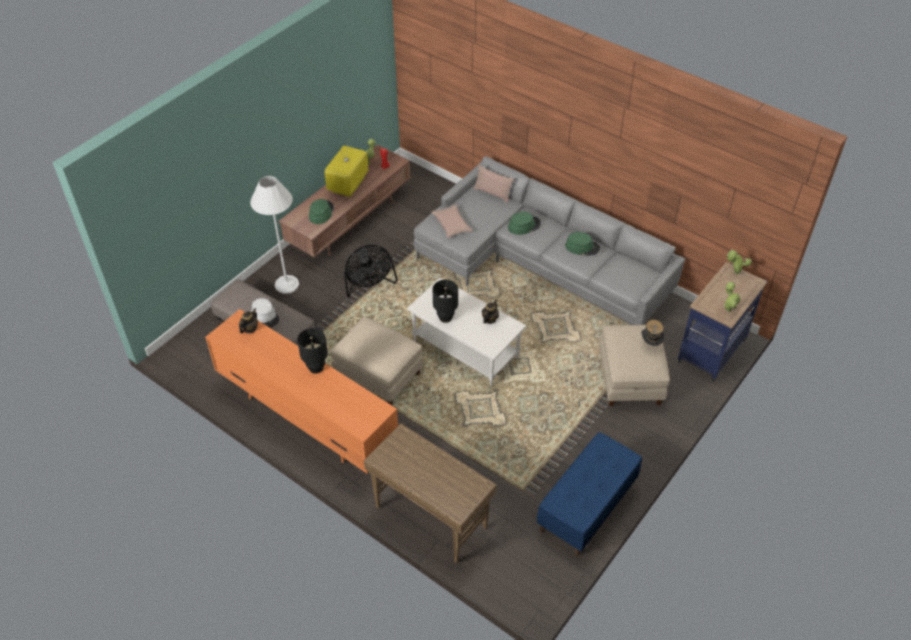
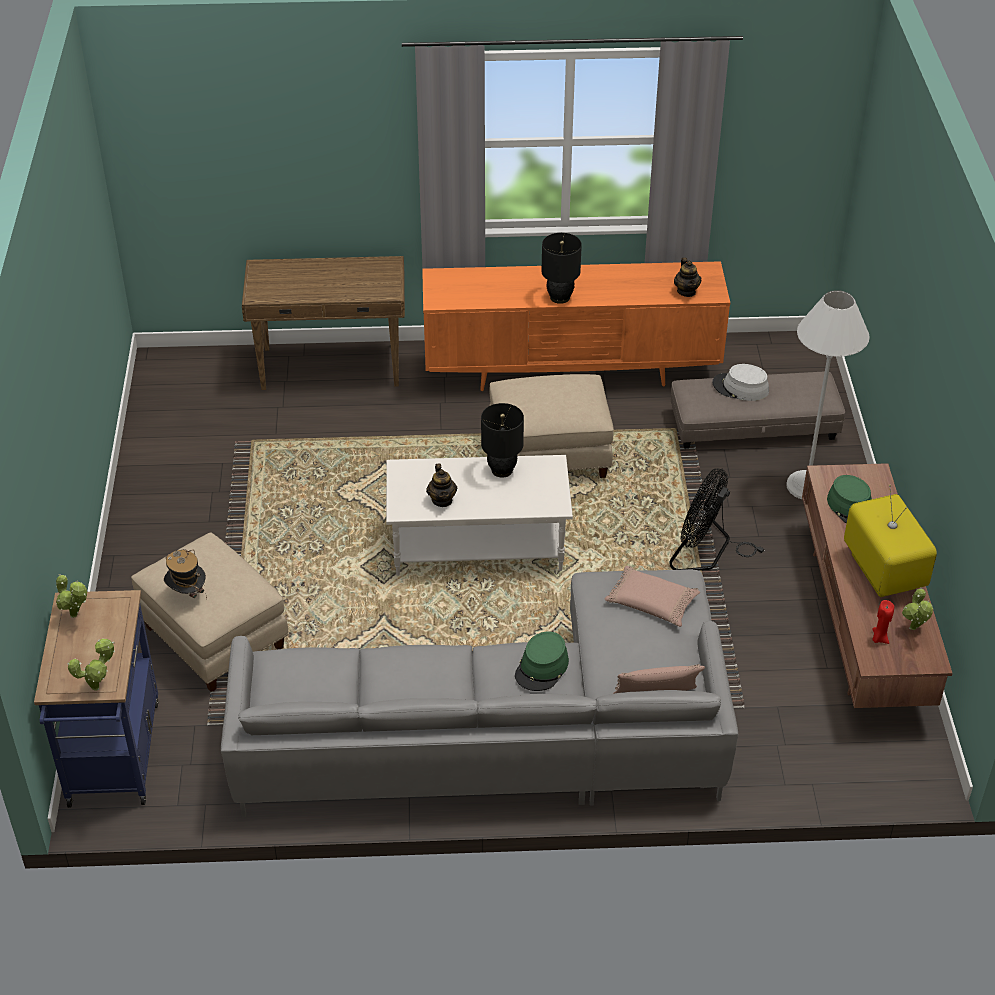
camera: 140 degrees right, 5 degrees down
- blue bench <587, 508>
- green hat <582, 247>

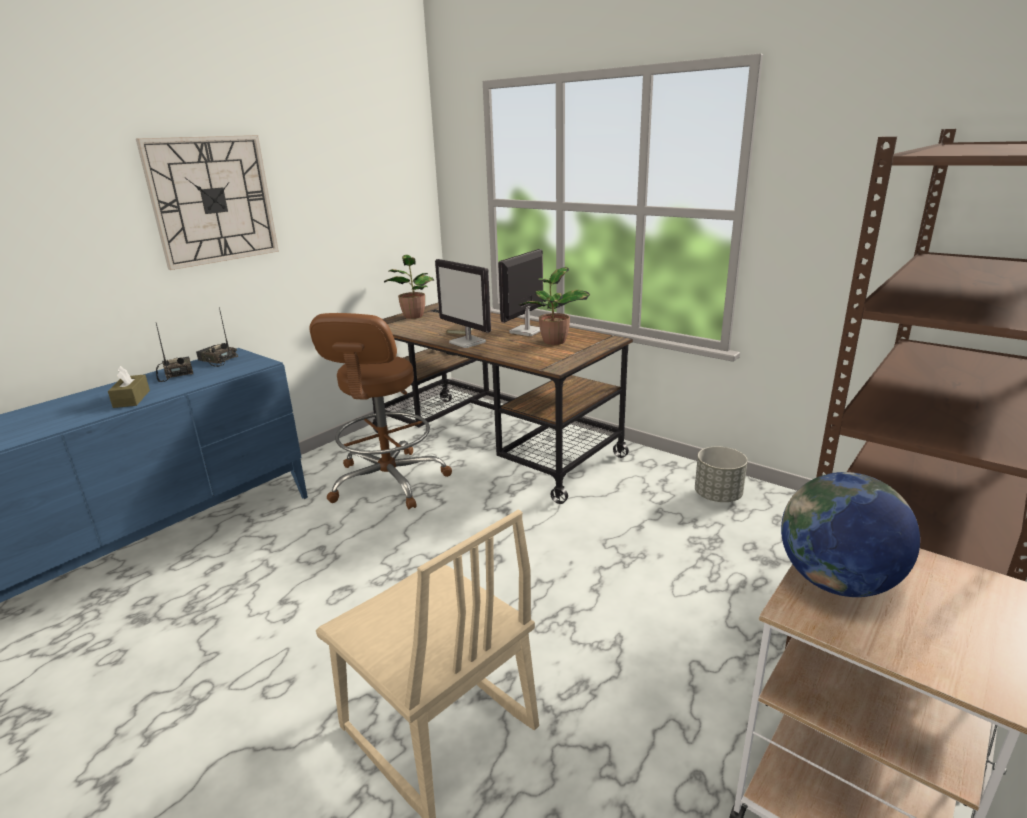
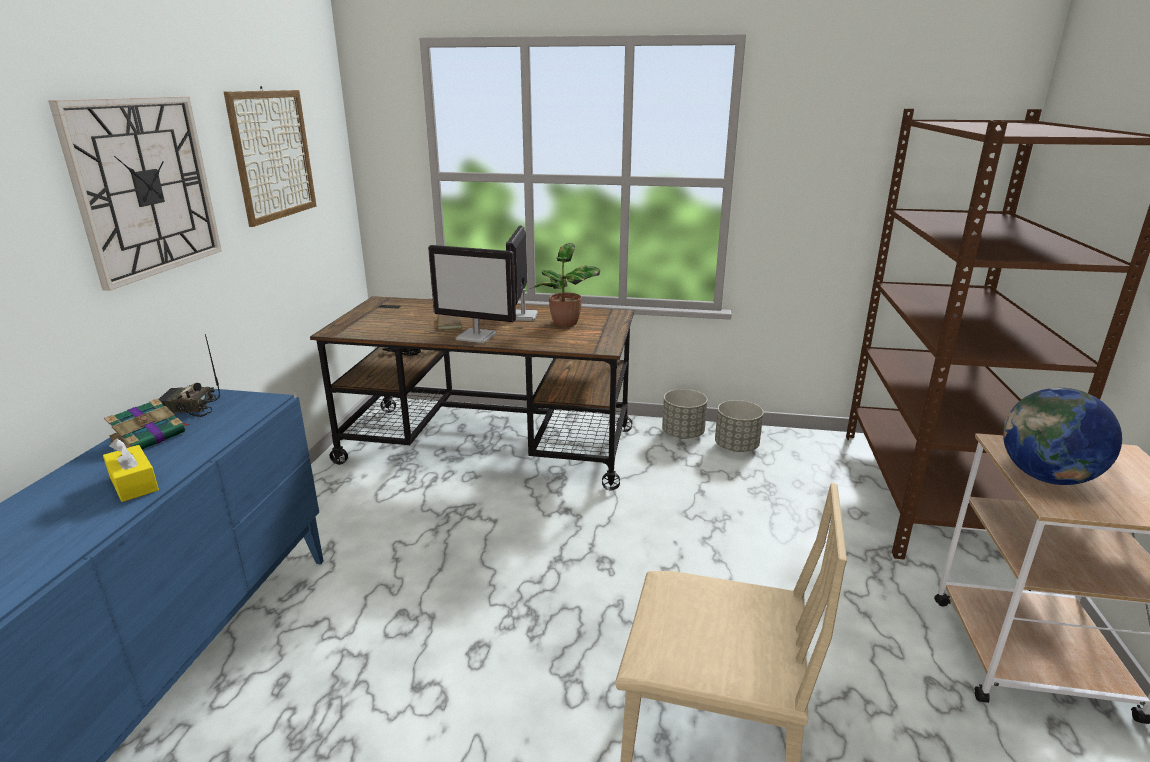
camera: 30 degrees left, 0 degrees up
- brown stool <388, 482>
- potted plant <413, 316>
+ picture <272, 153>
+ grey planter <683, 434>
~ radio <175, 374> to book <150, 437>
~ brown tissue box <132, 399> to yellow tissue box <134, 483>

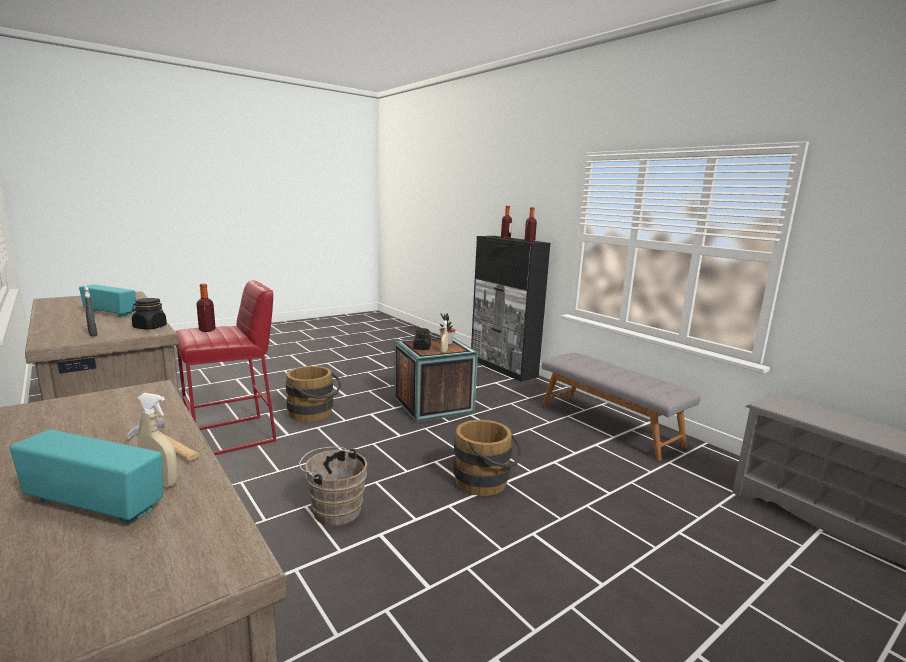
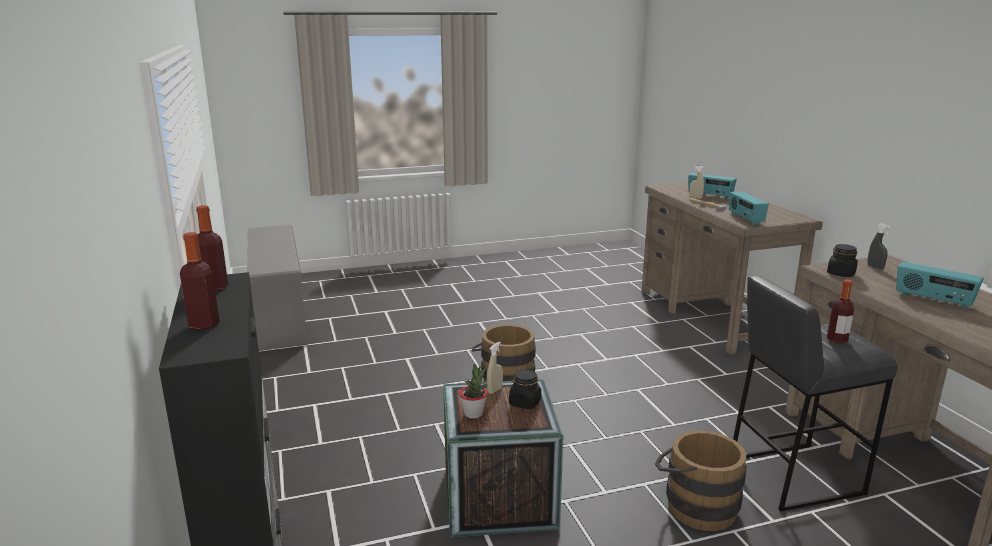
camera: 160 degrees left, 5 degrees up
- brown bucket <334, 509>
- grey bench <609, 424>
+ radio <745, 219>
~ red stool <233, 436> to grey stool <793, 476>

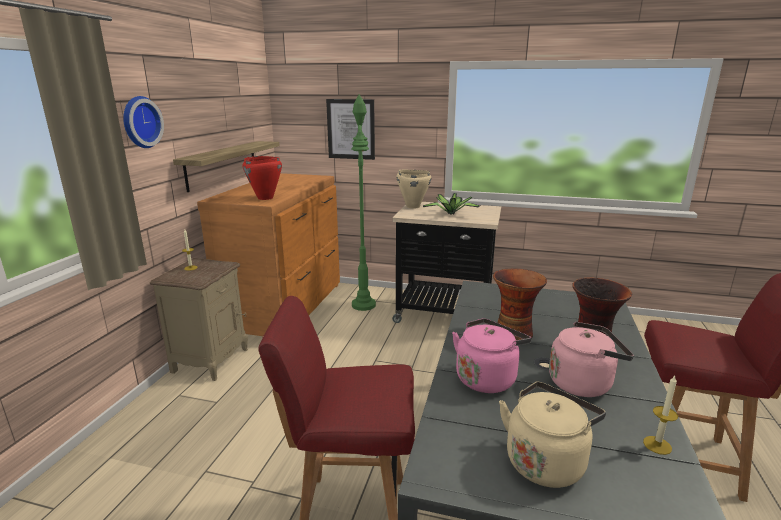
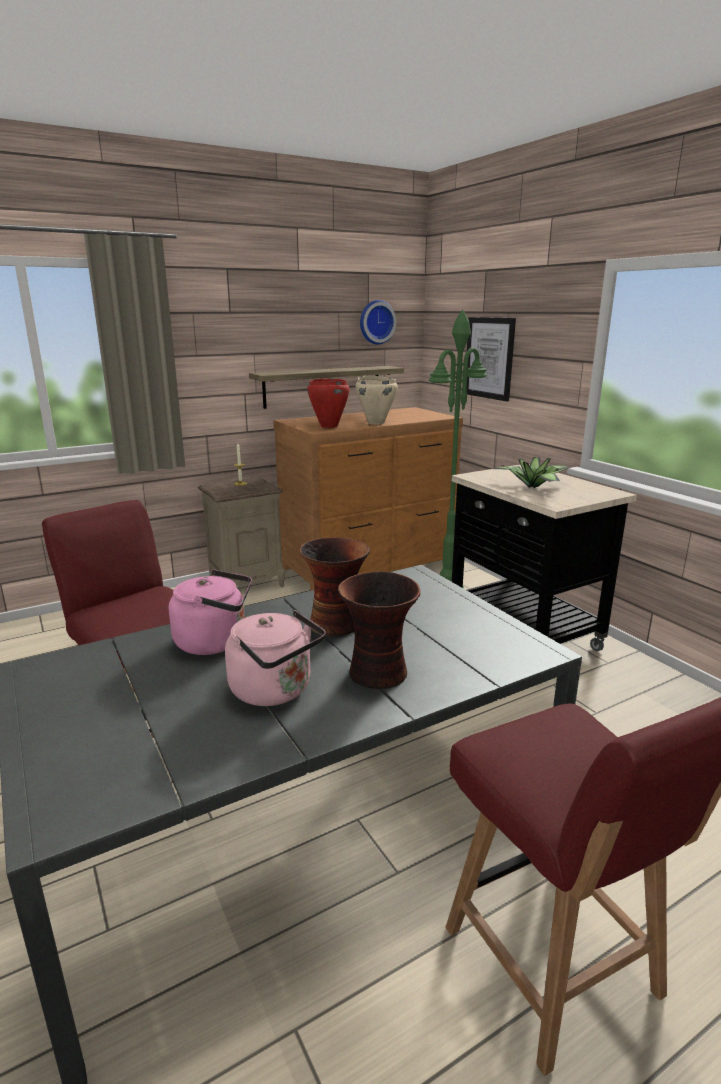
camera: 45 degrees right, 0 degrees up
- beige kettle <546, 460>
- candle <657, 445>
~ wall clock <139, 122> to <376, 322>
~ beige cooking pot <412, 206> to <376, 423>

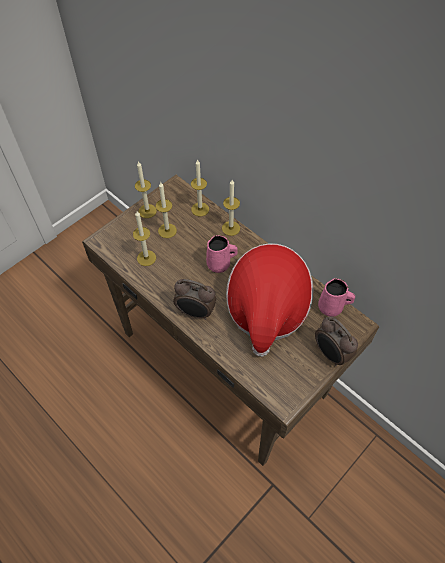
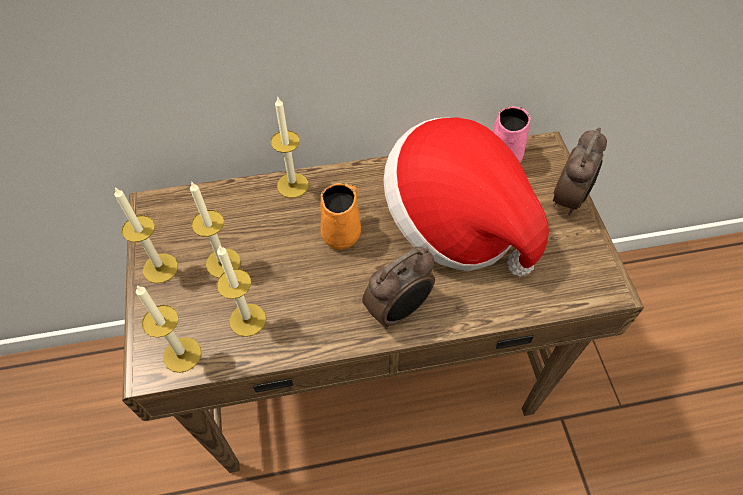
camera: 55 degrees left, 0 degrees up
~ candle <200, 209> to <182, 354>
~ pink mug <220, 265> to orange mug <342, 233>
~ alarm clock <330, 354> = <569, 198> 60 degrees counterclockwise

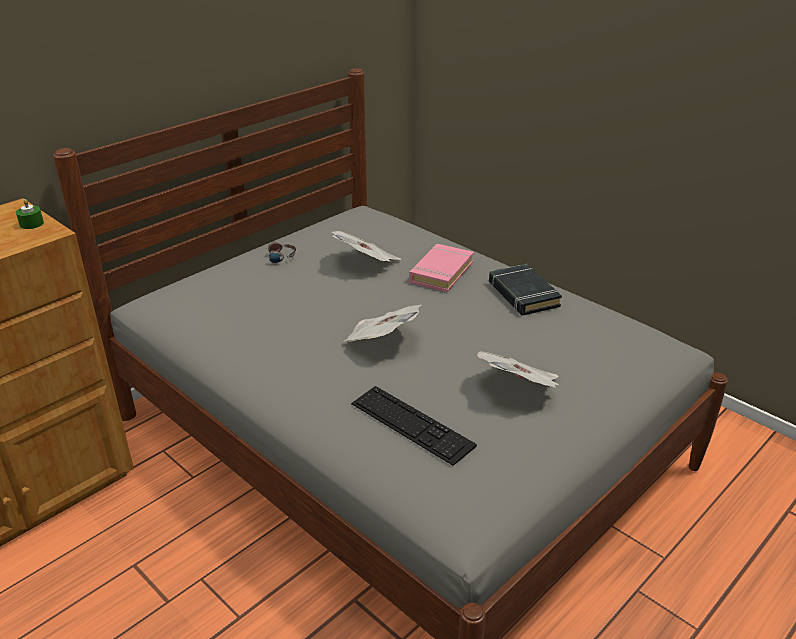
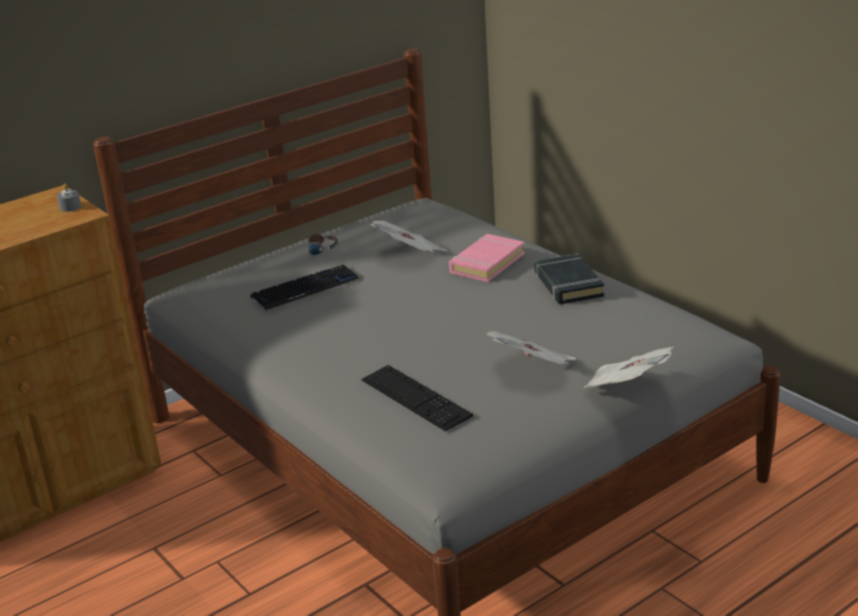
camera: 10 degrees right, 5 degrees down
+ keyboard <305, 289>
~ newspaper <382, 340> to <627, 388>
~ green candle <31, 224> to grey candle <70, 207>

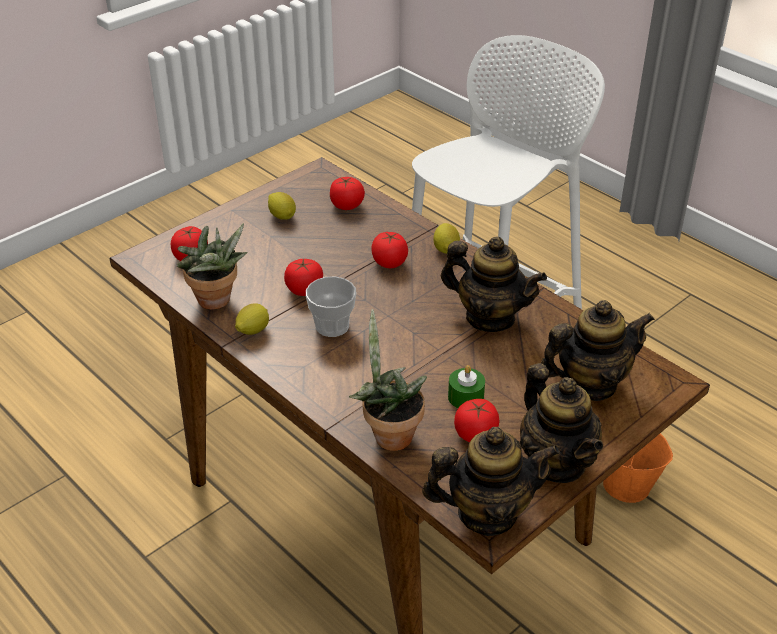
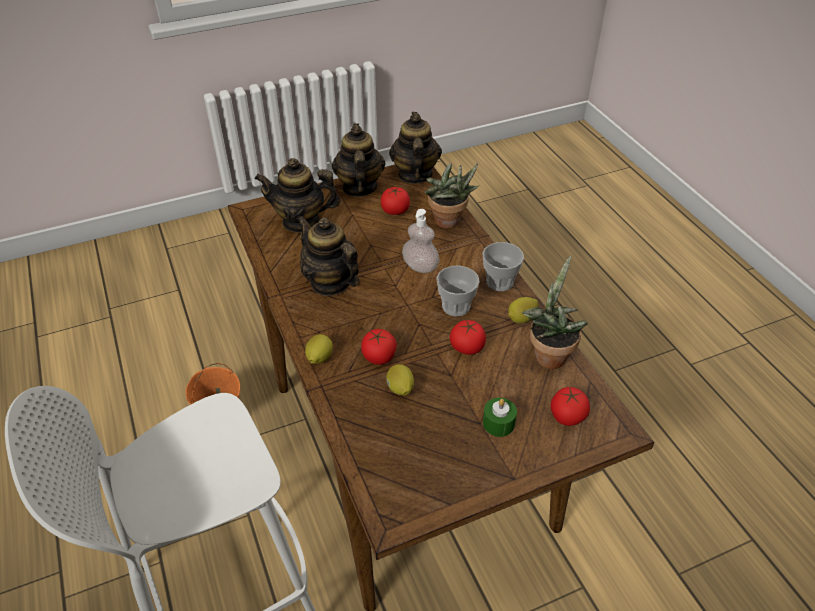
camera: 160 degrees left, 5 degrees up
- tomato <347, 205>
+ soap dispenser <420, 266>
+ cup <499, 282>
~ lemon <282, 216> to <400, 389>
~ green candle <465, 397> to <498, 423>
~ teapot <487, 513> = <414, 174> 75 degrees clockwise

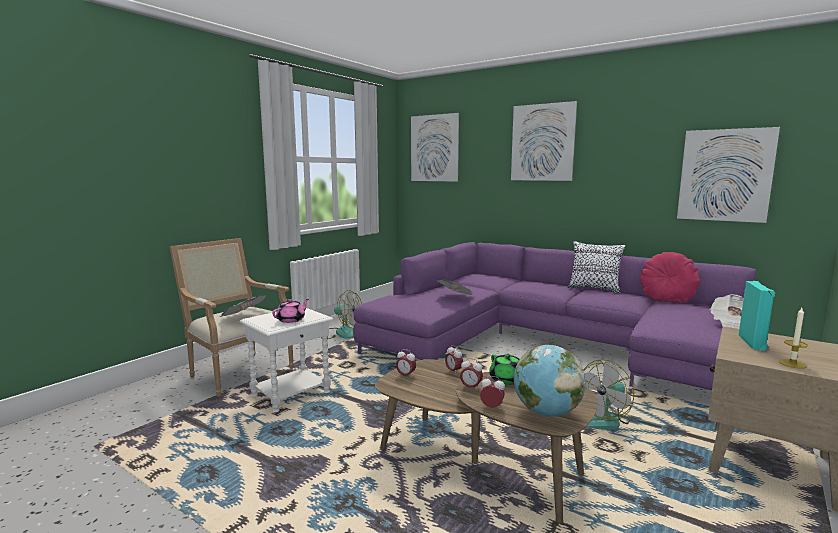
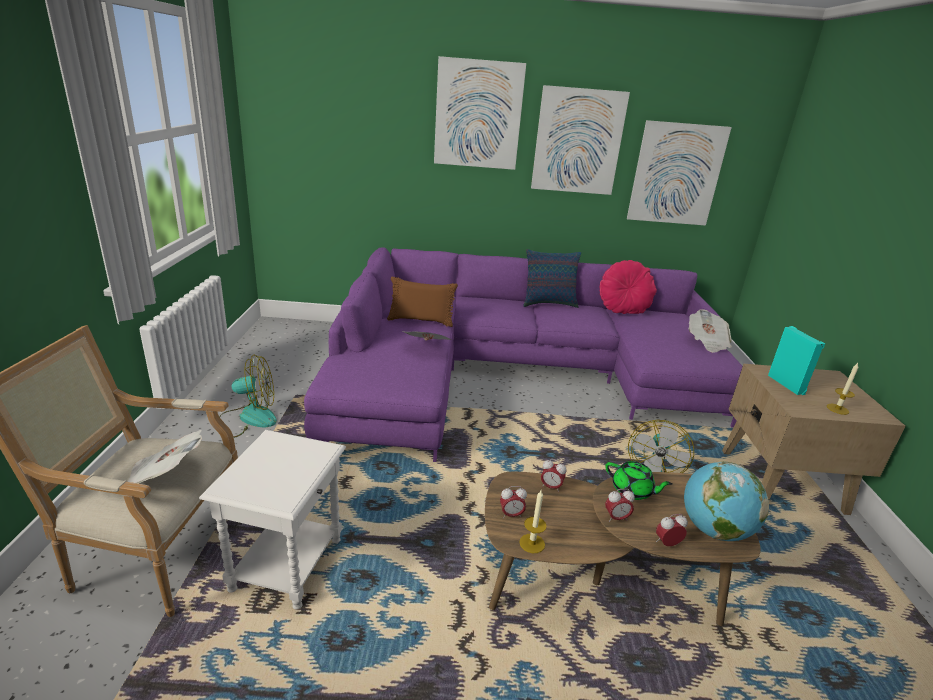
camera: 35 degrees left, 15 degrees up
- pink teapot <291, 320>
+ brown pillow <421, 321>
+ candle <532, 543>
~ picture <434, 148> to <578, 141>
~ white pillow <594, 289> to blue pillow <549, 304>

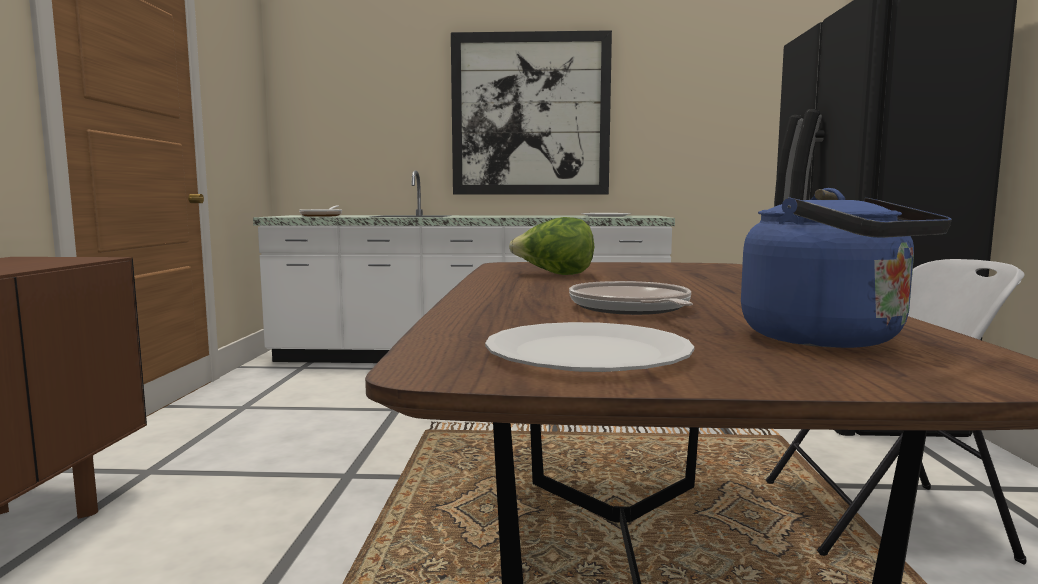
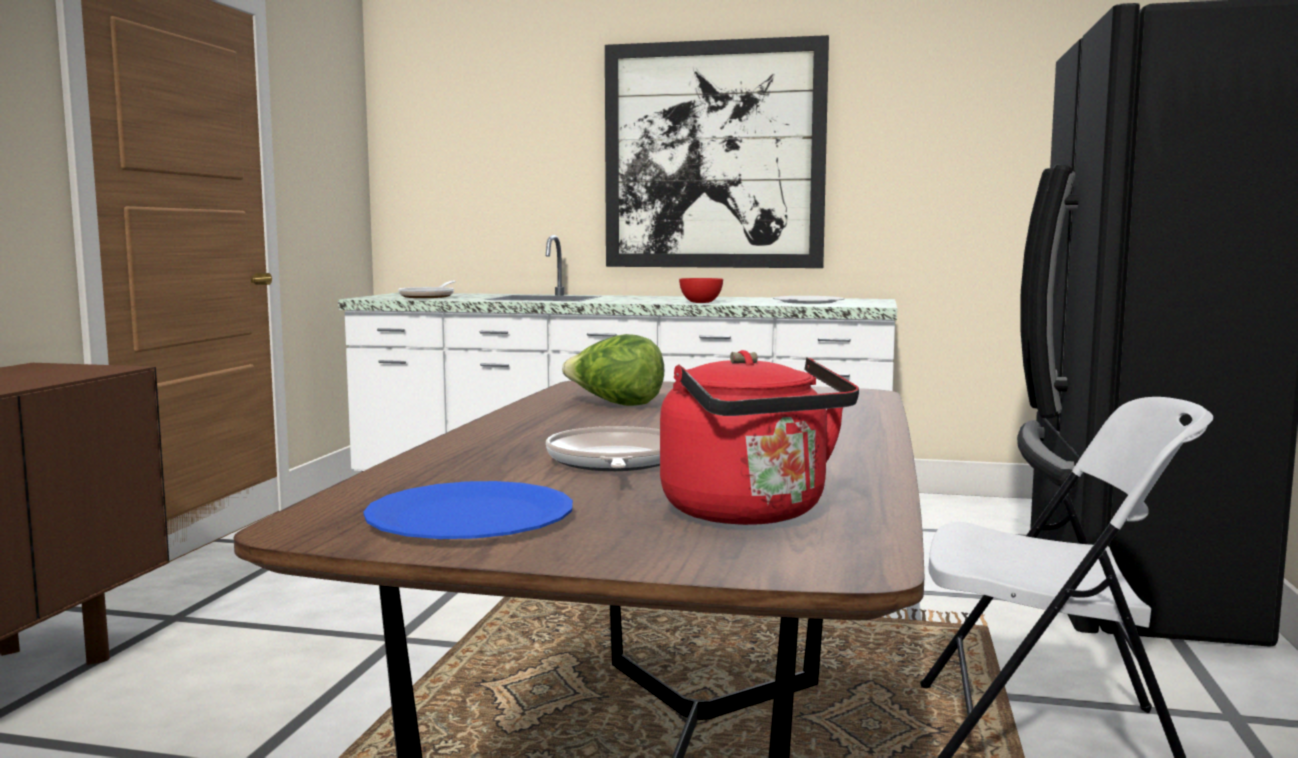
camera: 10 degrees right, 0 degrees up
+ red bowl <700, 302>
~ white plate <587, 353> to blue plate <469, 517>
~ blue kettle <831, 339> to red kettle <750, 513>

